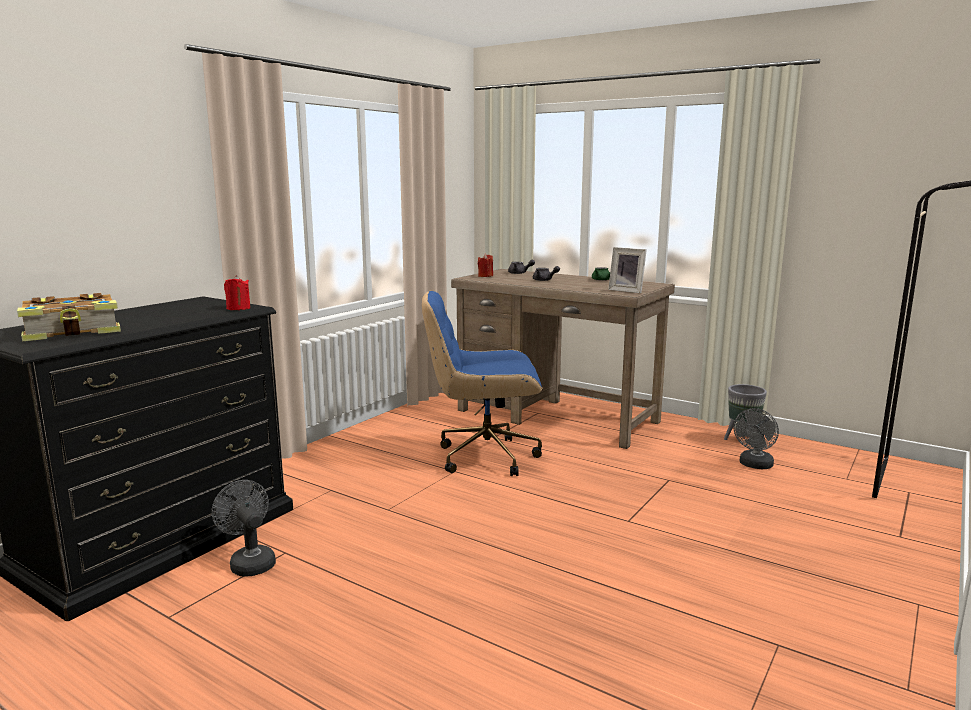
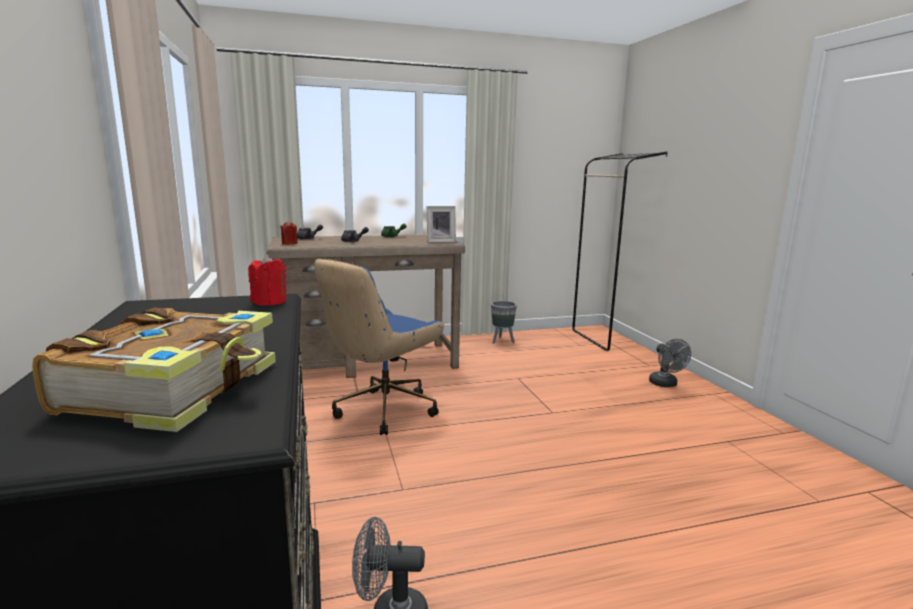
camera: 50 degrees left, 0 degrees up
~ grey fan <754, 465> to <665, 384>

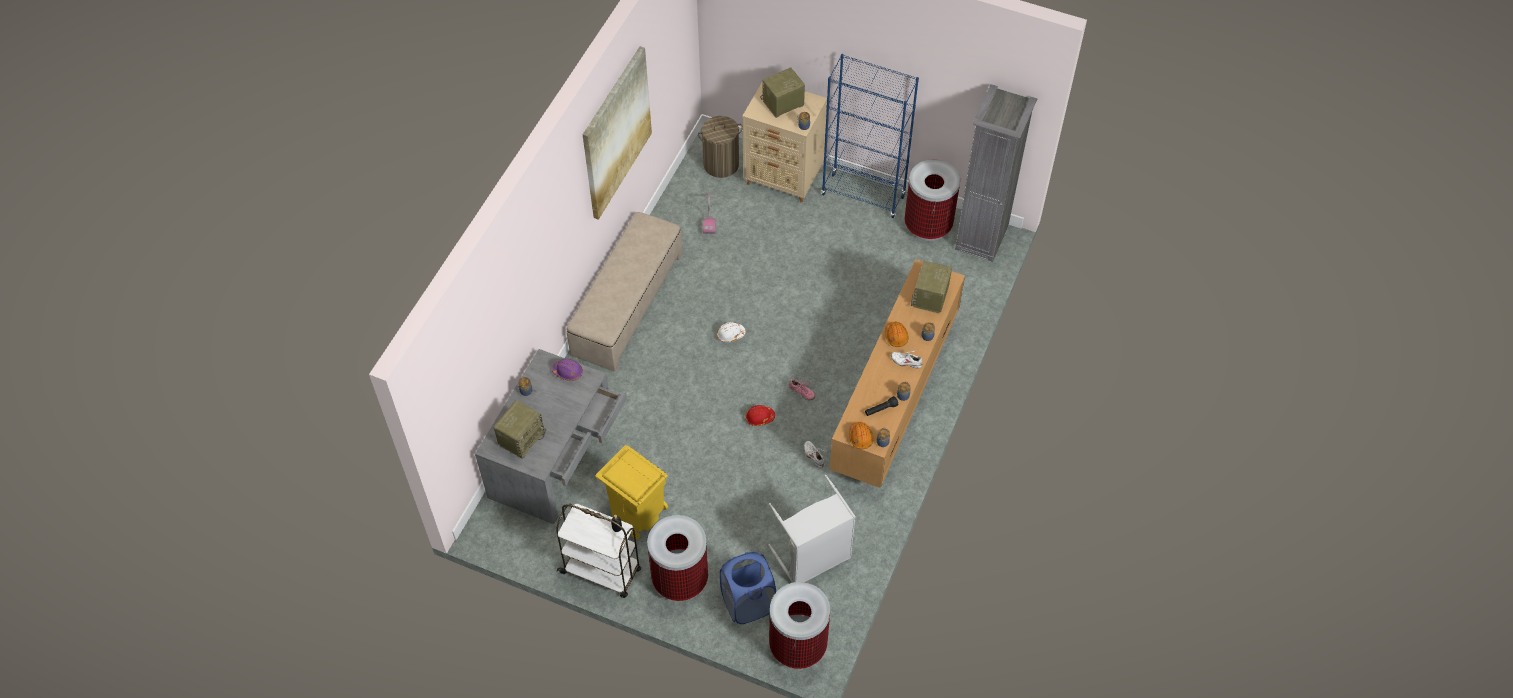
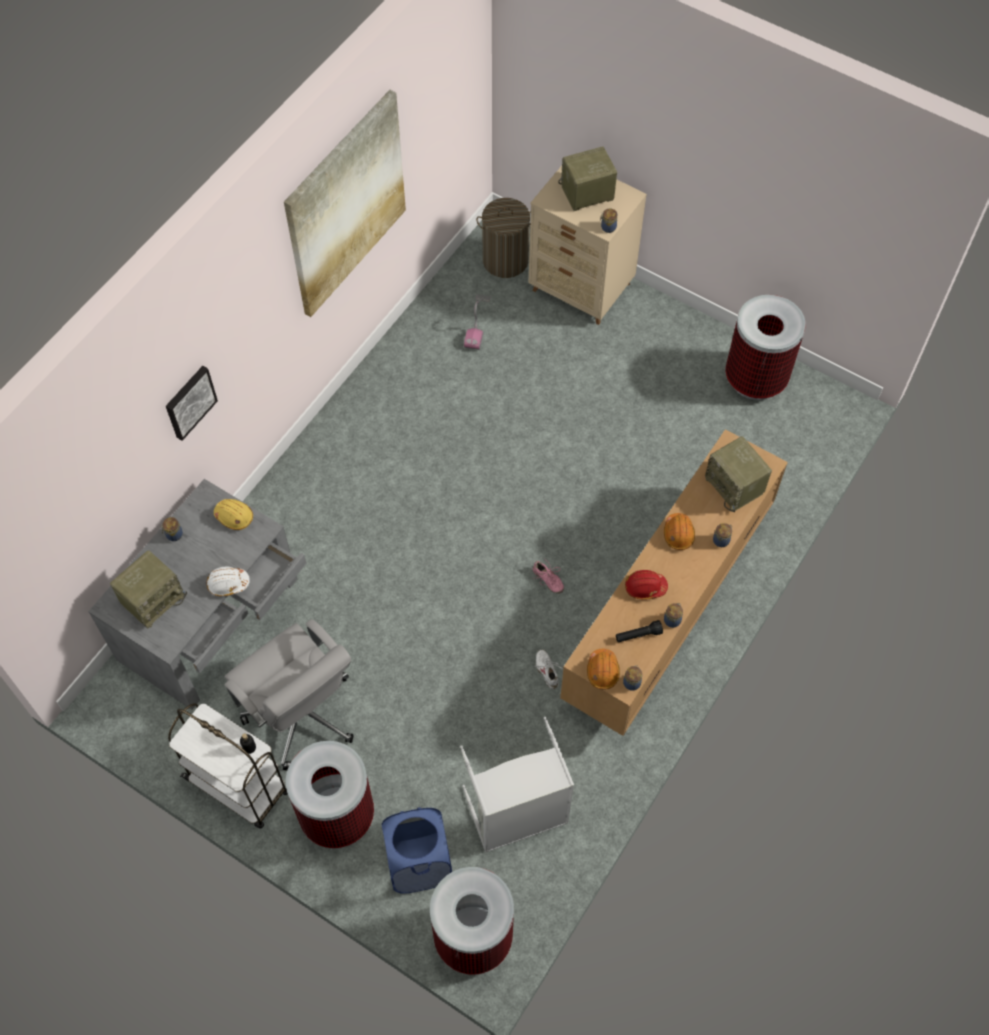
camera: 10 degrees right, 5 degrees up
- beige bench <627, 302>
- blue bookcase <863, 195>
- white shoe <906, 361>
- grey cabinet <981, 238>
+ picture <189, 401>
~ white hard hat <730, 334> to <228, 584>
~ red hard hat <759, 417> to <645, 587>
~ yellow trash can <637, 513> to grey office chair <301, 713>
~ purple hard hat <568, 372> to yellow hard hat <234, 516>
~ radio <930, 297> = <735, 486> 60 degrees counterclockwise

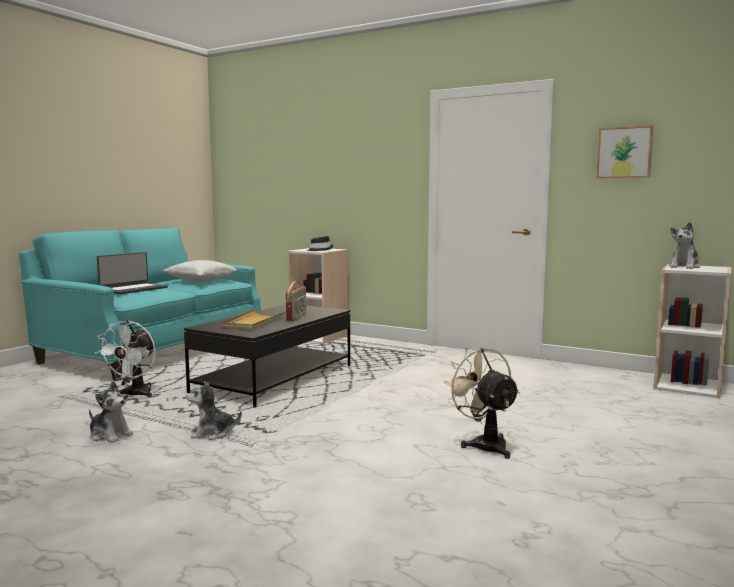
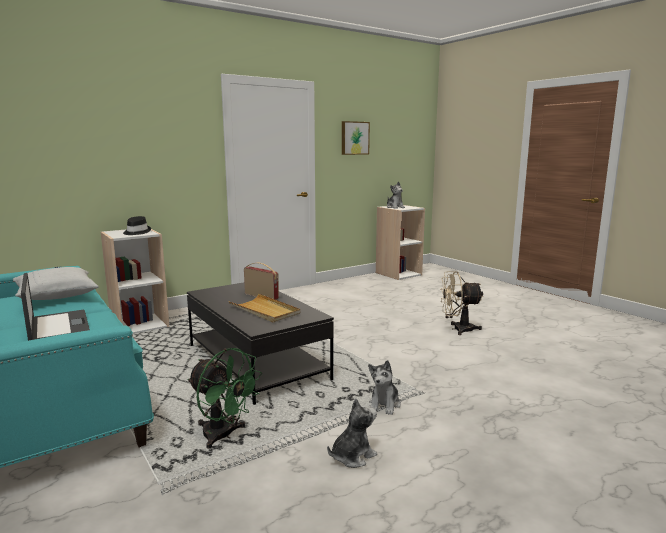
camera: 65 degrees left, 5 degrees up
~ white fan <134, 395> to green fan <224, 436>

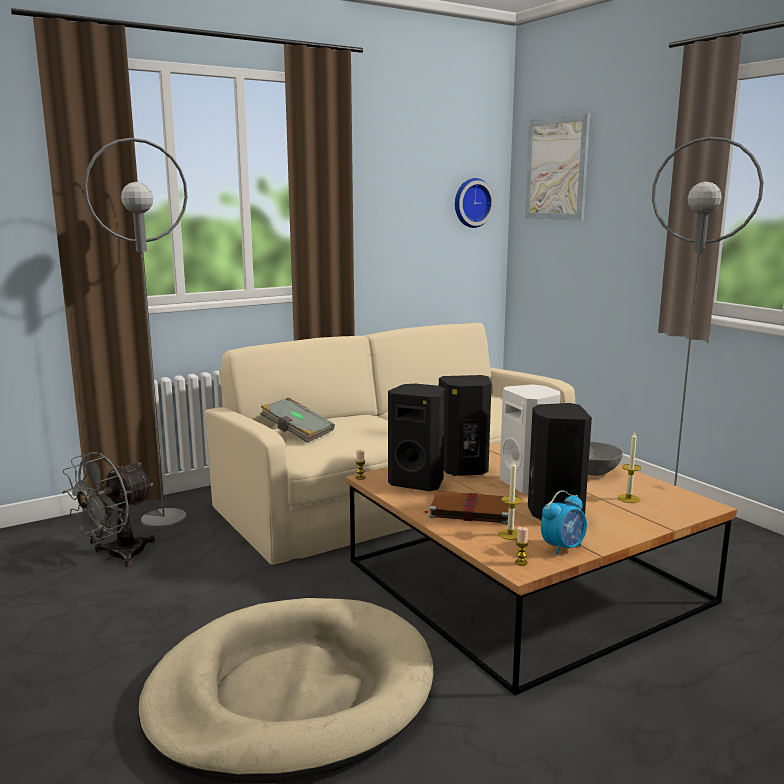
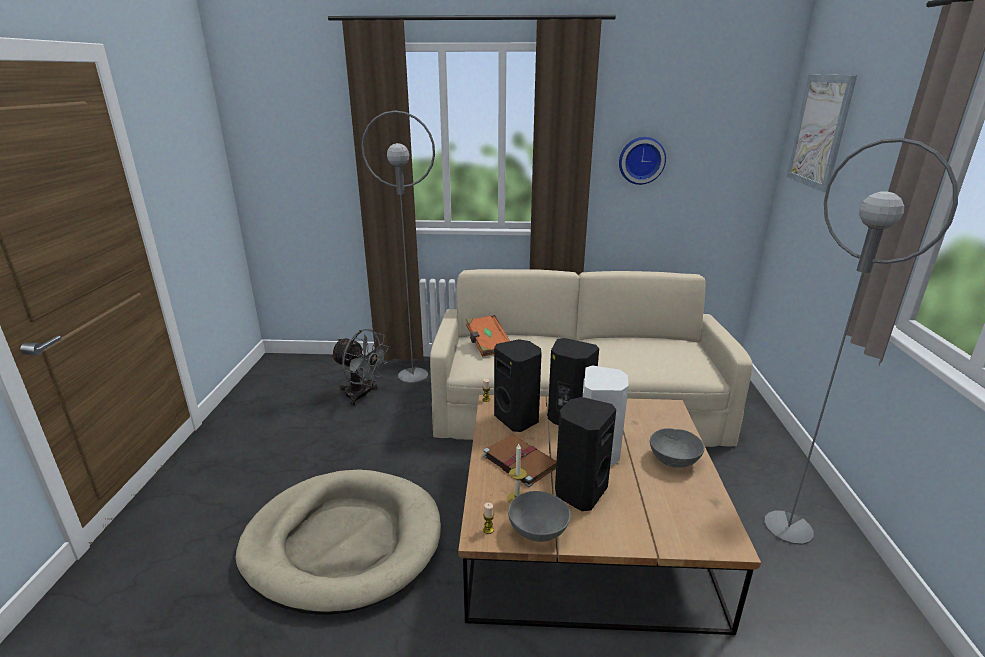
camera: 35 degrees right, 10 degrees up
- candle <628, 498>
~ wall clock <471, 203> to <641, 160>
~ alarm clock <563, 548> to grey bowl <538, 530>
~ grey book <297, 433> to orange book <487, 344>
~ grey fan <116, 556> = <362, 396> 135 degrees counterclockwise

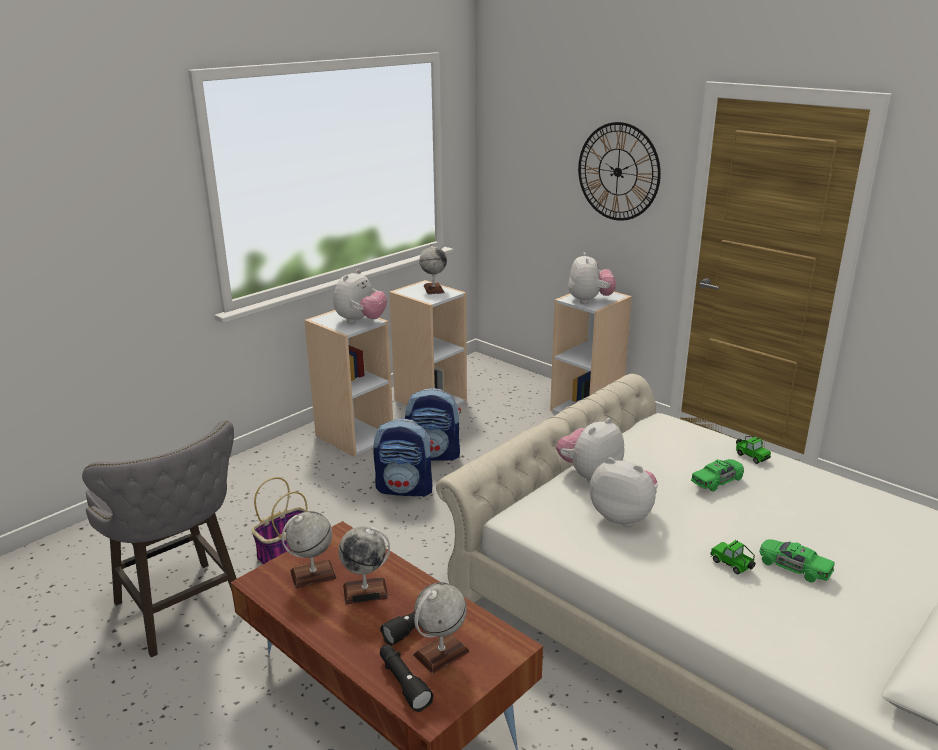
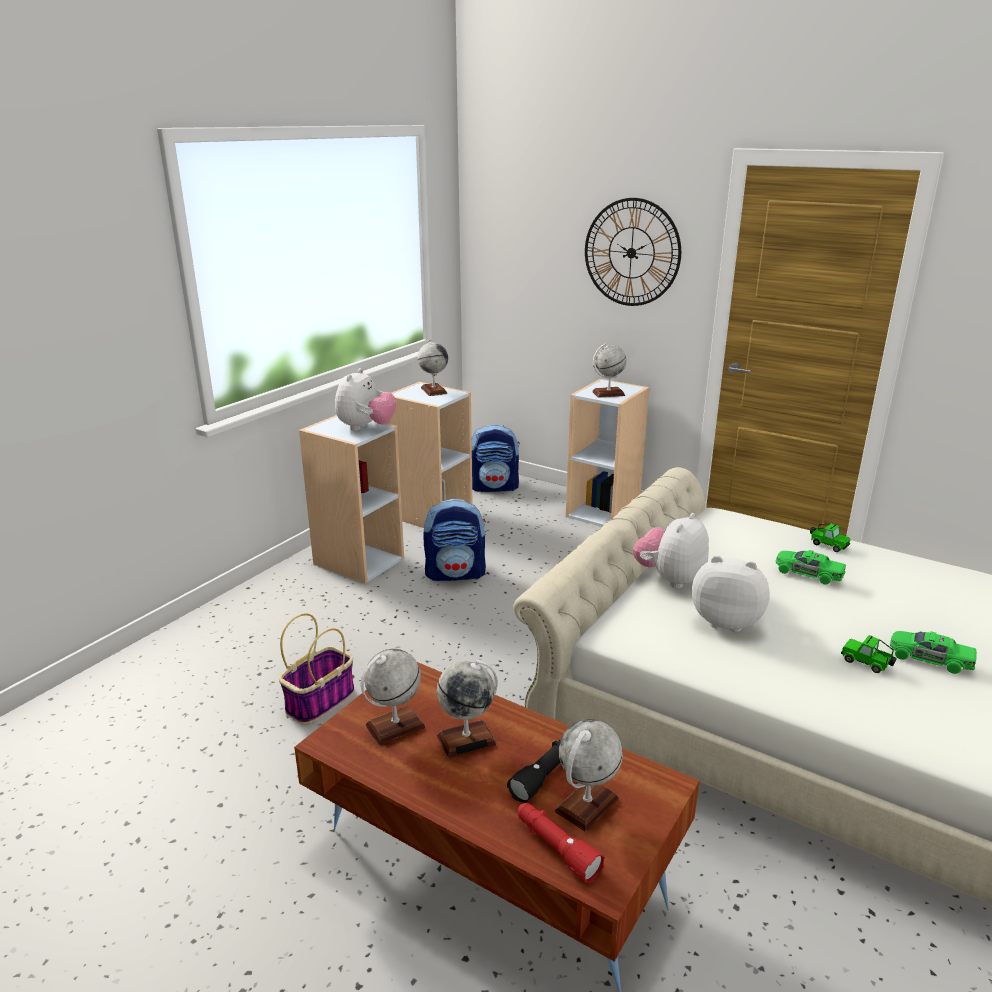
camera: 10 degrees left, 0 degrees up
- grey stool <183, 611>
~ backpack <405, 489> to <494, 487>
~ plush toy <590, 300> to globe <608, 393>
~ black flashlight <403, 683> to red flashlight <556, 848>
~ green toy car <717, 481> = <808, 574> 105 degrees counterclockwise

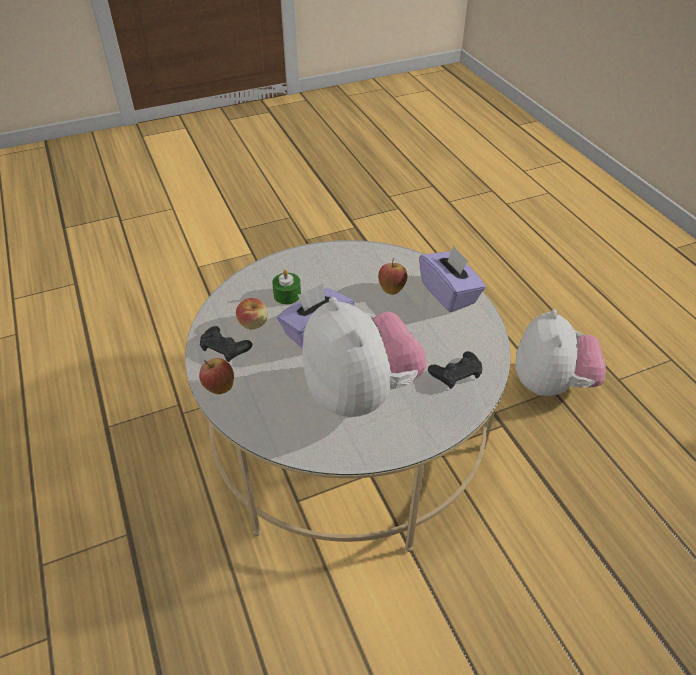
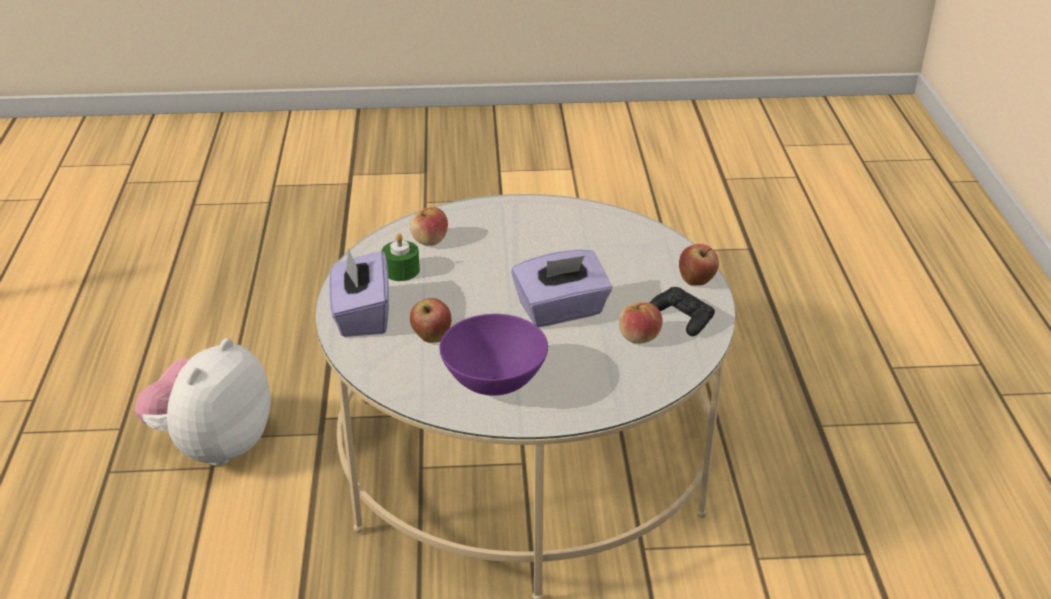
camera: 160 degrees left, 10 degrees down
- plush toy <360, 393>
+ purple bowl <494, 385>
~ green candle <287, 295> to <401, 270>
~ black game controller <456, 373> to apple <429, 240>

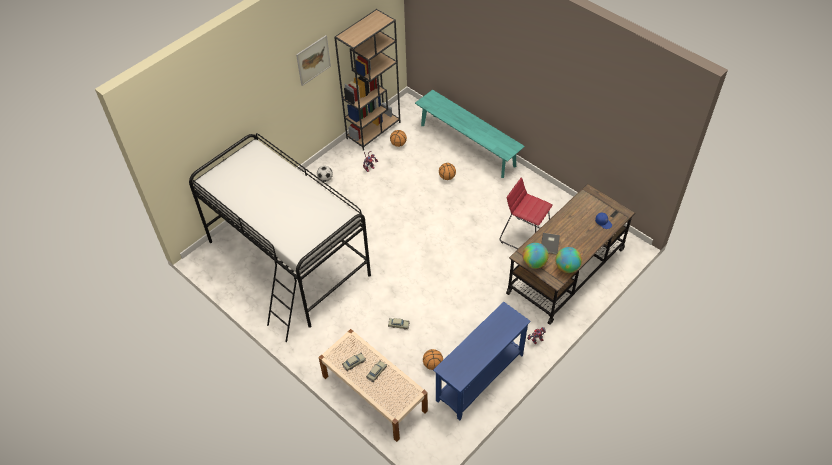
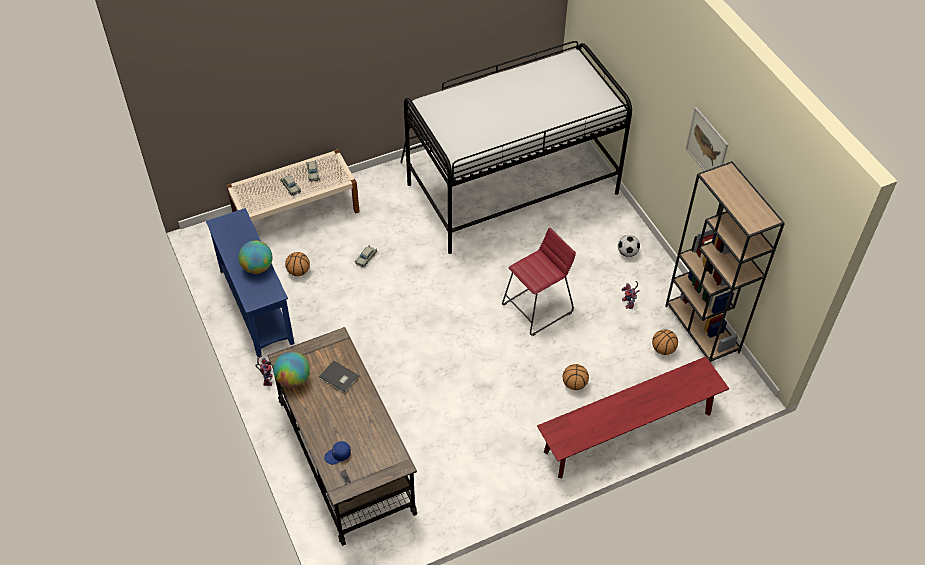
camera: 110 degrees right, 0 degrees up
~ red stool <525, 237> to <537, 308>
~ globe <534, 263> to <257, 267>
~ turquoise bench <467, 145> to red bench <628, 432>

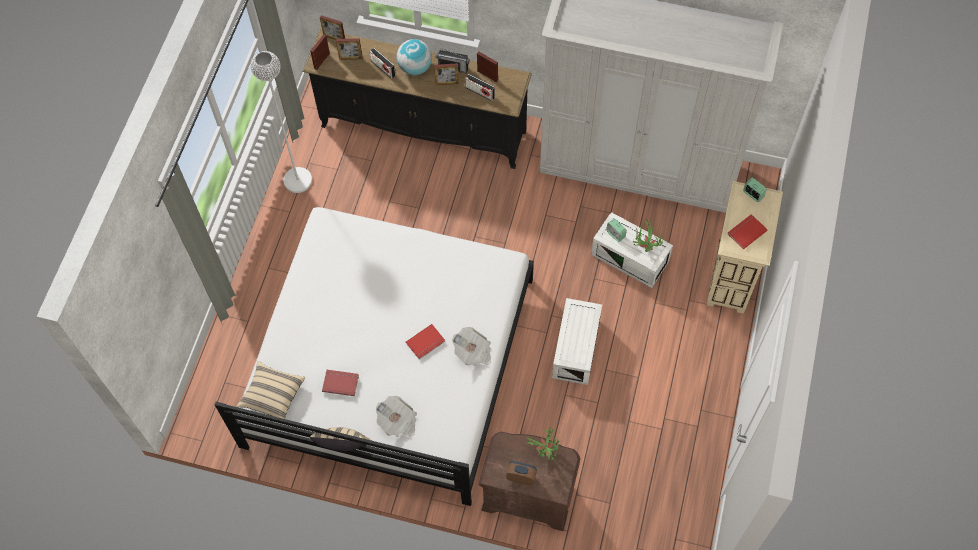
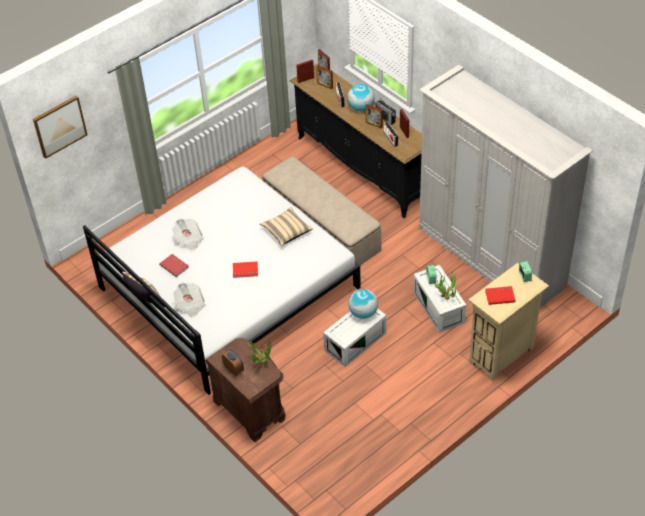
camera: 35 degrees right, 15 degrees down
- white floor lamp <298, 180>
+ picture <59, 126>
+ beige bench <320, 225>
+ globe <363, 313>
~ beige pillow <273, 395> to <286, 232>
~ newspaper <473, 352> to <189, 240>

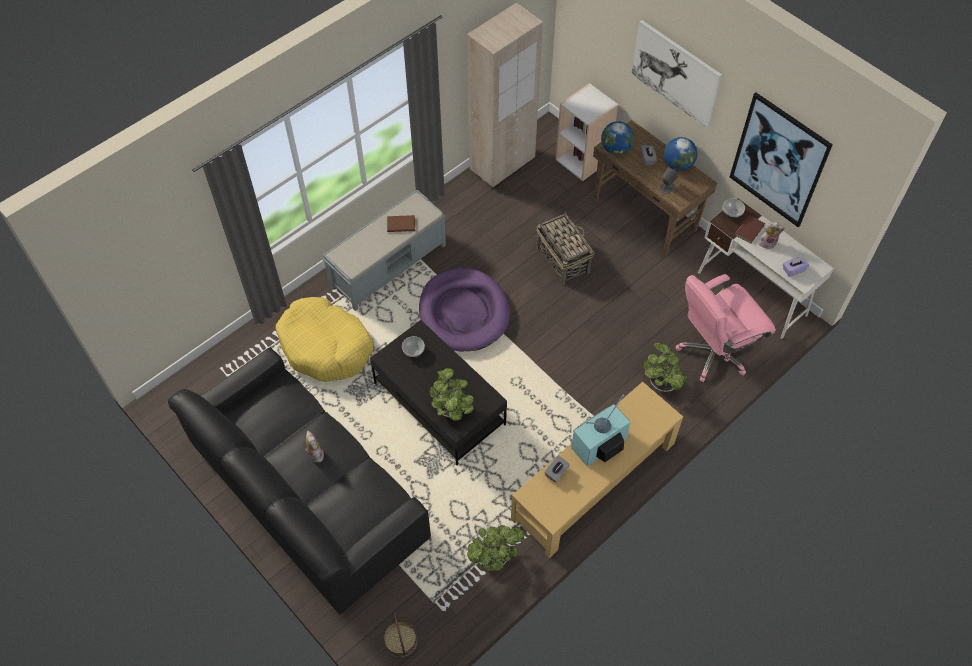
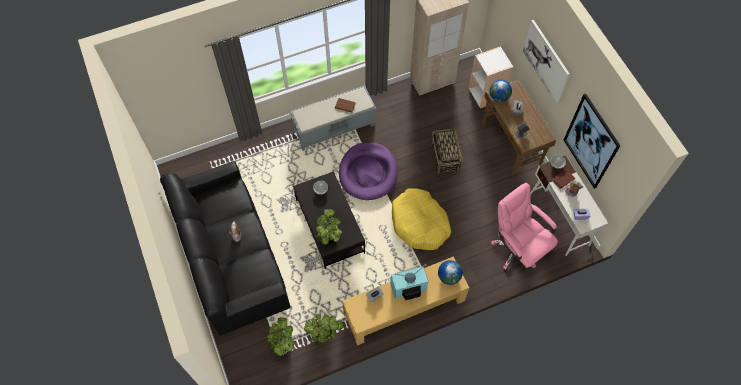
camera: 20 degrees right, 5 degrees up
- basket <401, 640>
~ yellow dog bed <326, 346> to <419, 223>
~ potted plant <661, 382> to <282, 343>
~ globe <678, 165> to <449, 276>
~ pink office chair <714, 351> = <517, 250> 60 degrees clockwise

